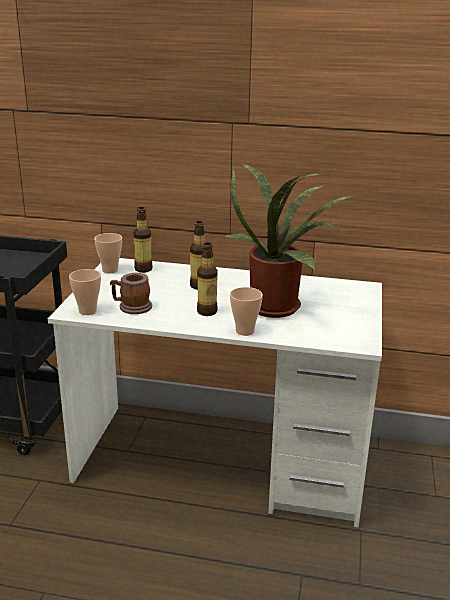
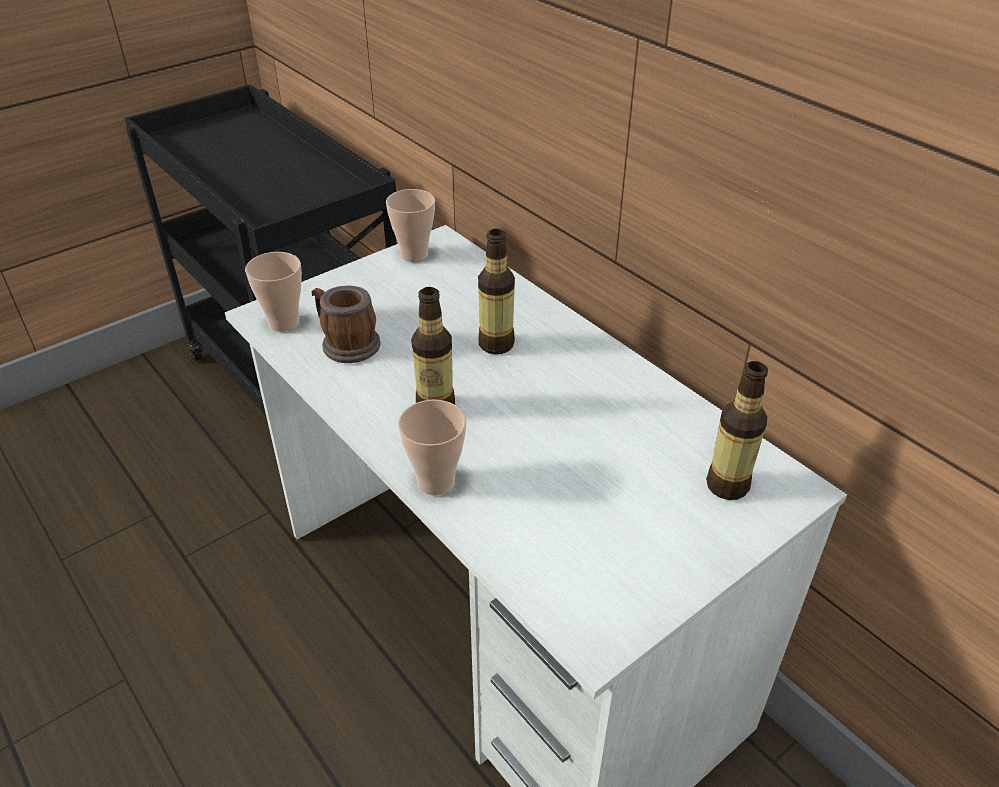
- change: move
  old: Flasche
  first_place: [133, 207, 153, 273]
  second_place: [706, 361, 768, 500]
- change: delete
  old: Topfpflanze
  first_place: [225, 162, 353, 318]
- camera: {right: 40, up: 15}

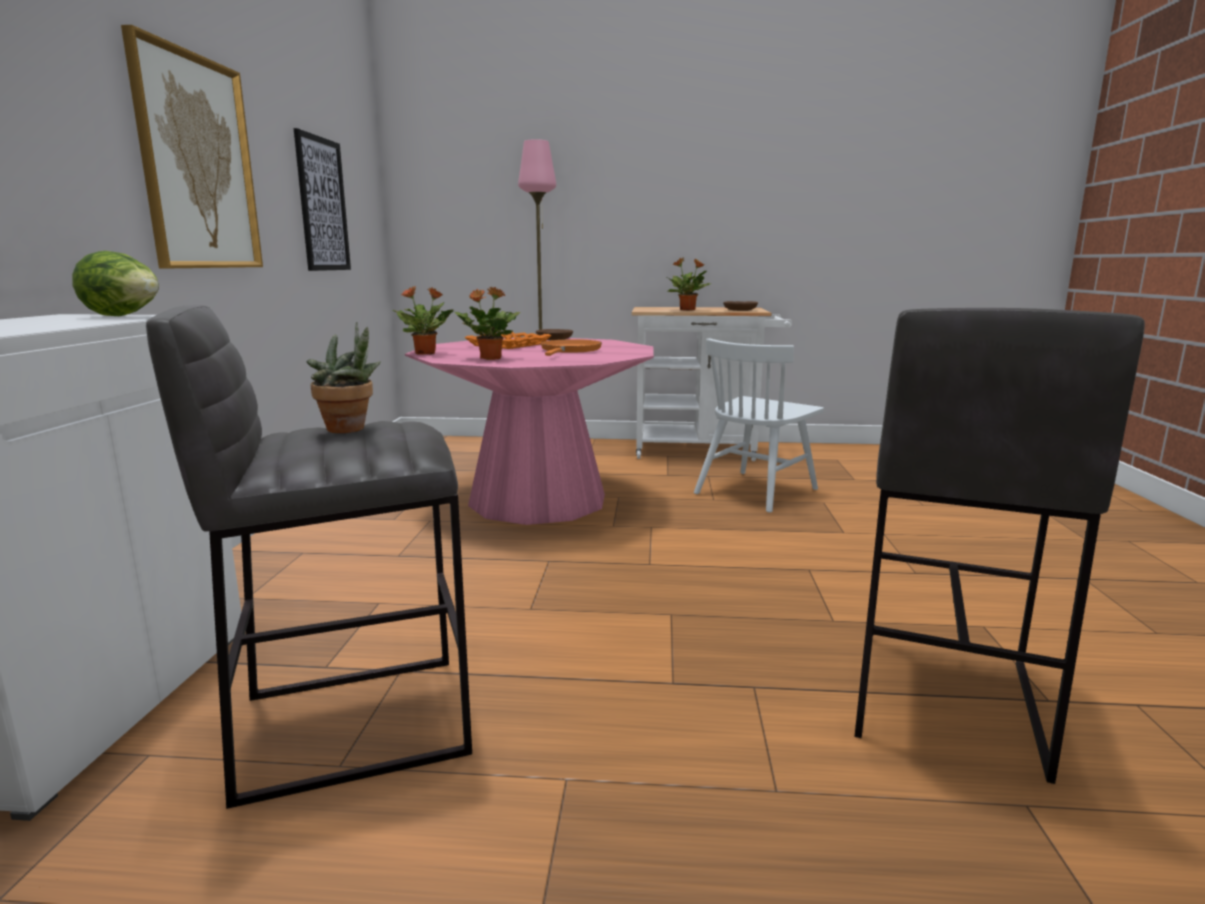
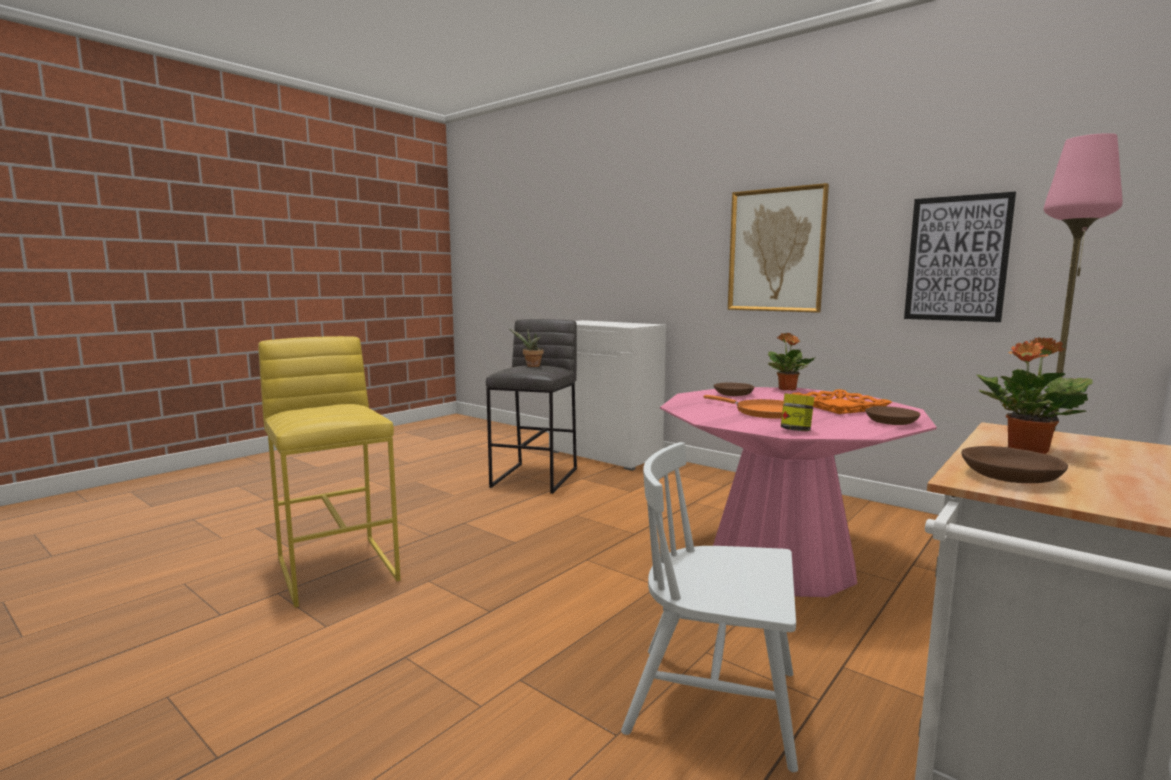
- change: delete
  old: Salatkopf
  first_place: [72, 251, 159, 316]
- change: replace
  old: Topfpflanze
  new: Schüssel/braun
  first_place: [455, 287, 520, 360]
  second_place: [714, 383, 754, 396]
- change: rotate
  old: Stuhl/weiß
  first_place: [694, 338, 824, 513]
  second_place: [621, 442, 798, 772]
  degrees: -60
- change: recolor
  old: Hocker/grau
  new: Hocker/gelb
  first_place: [855, 308, 1145, 784]
  second_place: [258, 336, 401, 608]
- change: insert
  new: Vorratsglas
  second_place: [781, 393, 814, 431]
- camera: {right: 125, up: -5}

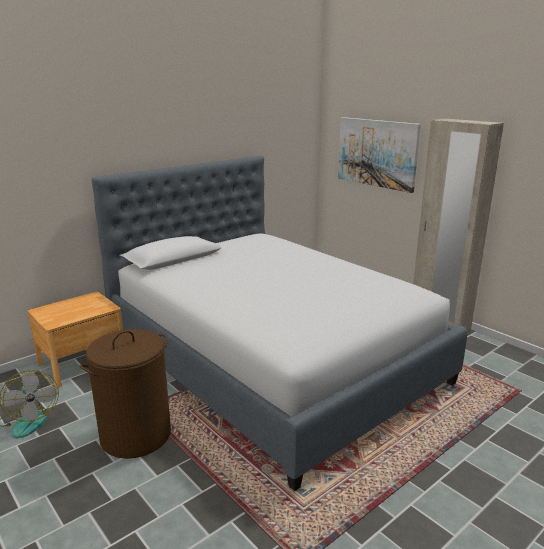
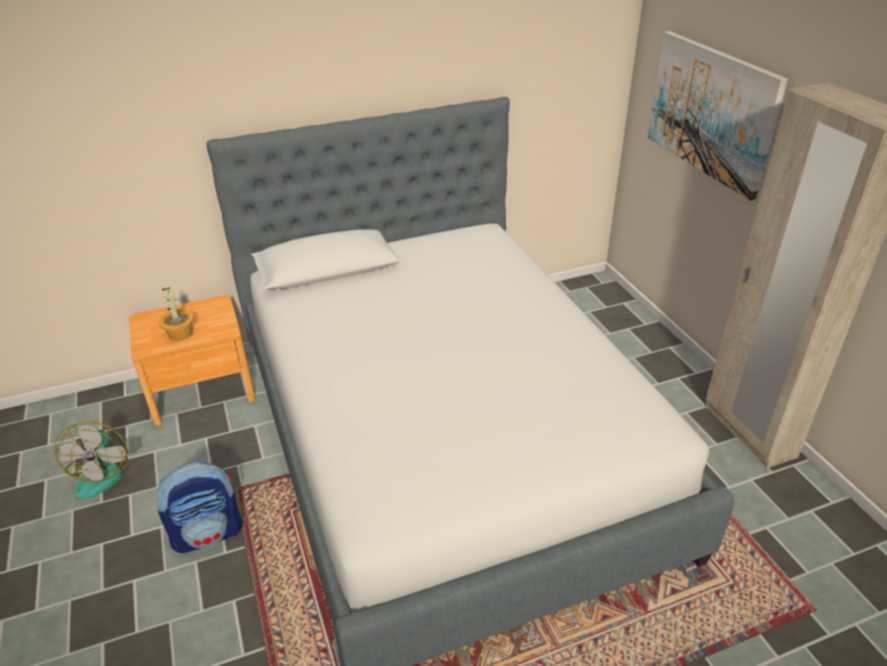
- change: replace
  old: Wäschekorb/braun
  new: Rucksack
  first_place: [80, 329, 171, 459]
  second_place: [156, 461, 243, 553]
- change: insert
  new: Topfpflanze
  second_place: [159, 287, 194, 341]
- camera: {right: 20, up: 15}

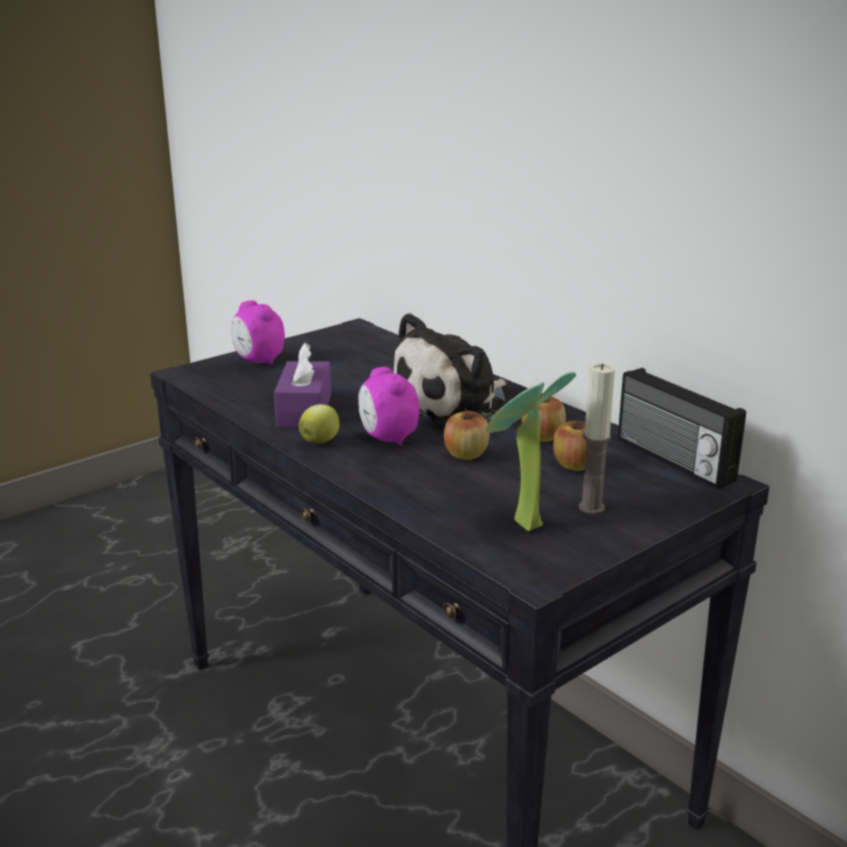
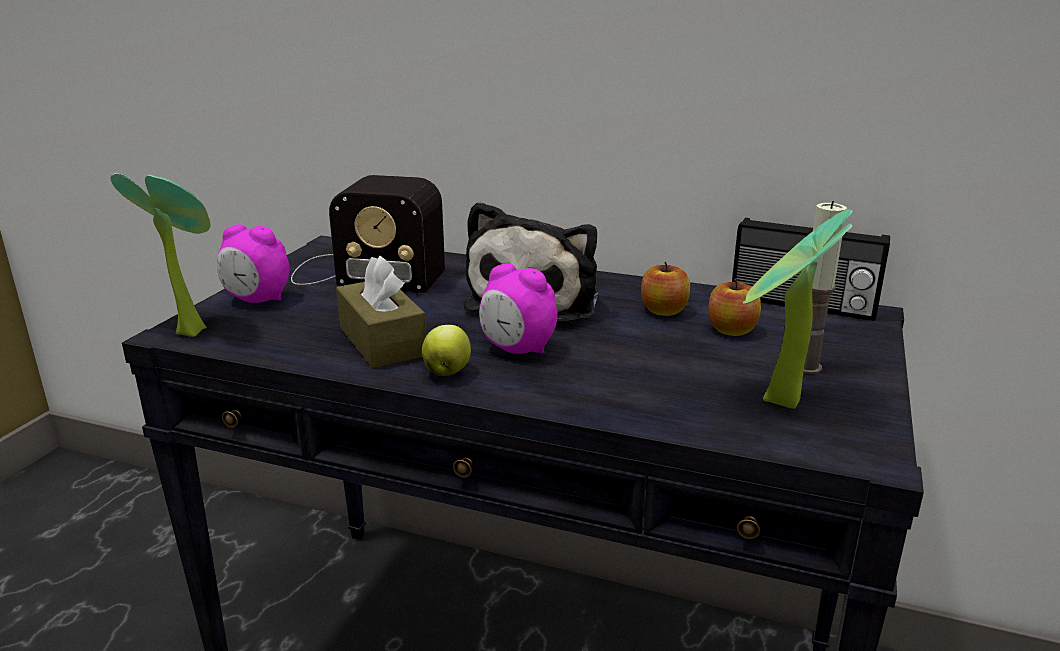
- change: recolor
  old: Taschentuchbox/lila
  new: Taschentuchbox/braun
  first_place: [274, 342, 331, 427]
  second_place: [336, 255, 427, 368]
- change: delete
  old: Apfel
  first_place: [444, 409, 489, 460]
- change: insert
  new: Topfpflanze
  second_place: [111, 173, 210, 337]
- change: insert
  new: Radio
  second_place: [291, 175, 445, 293]
- camera: {right: -30, up: 0}

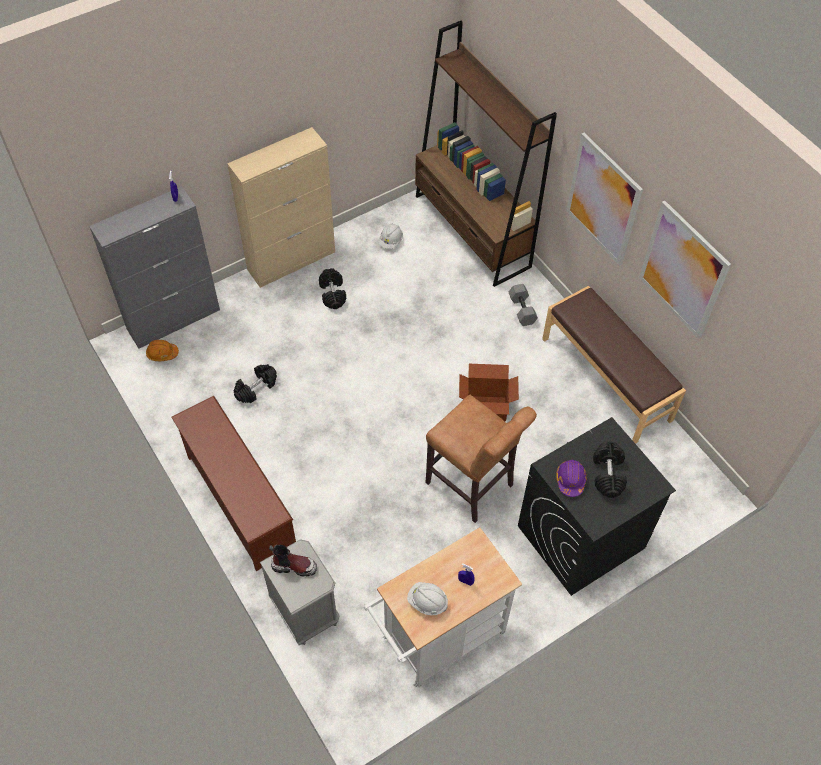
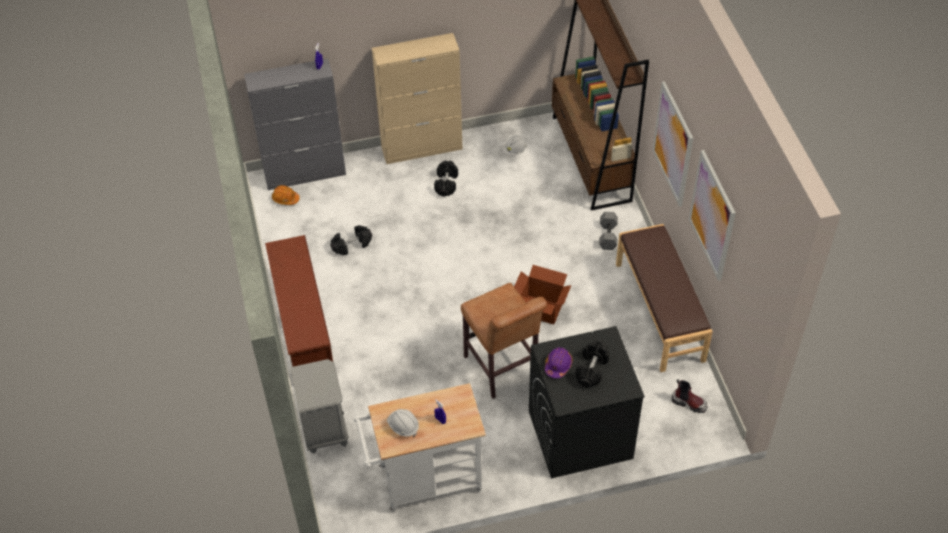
- change: move
  old: Stiefel
  first_place: [269, 545, 317, 576]
  second_place: [672, 379, 707, 413]
- camera: {right: 20, up: -5}

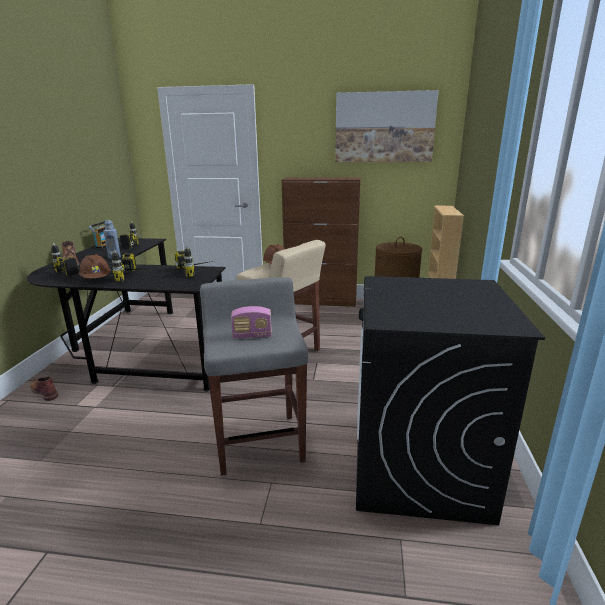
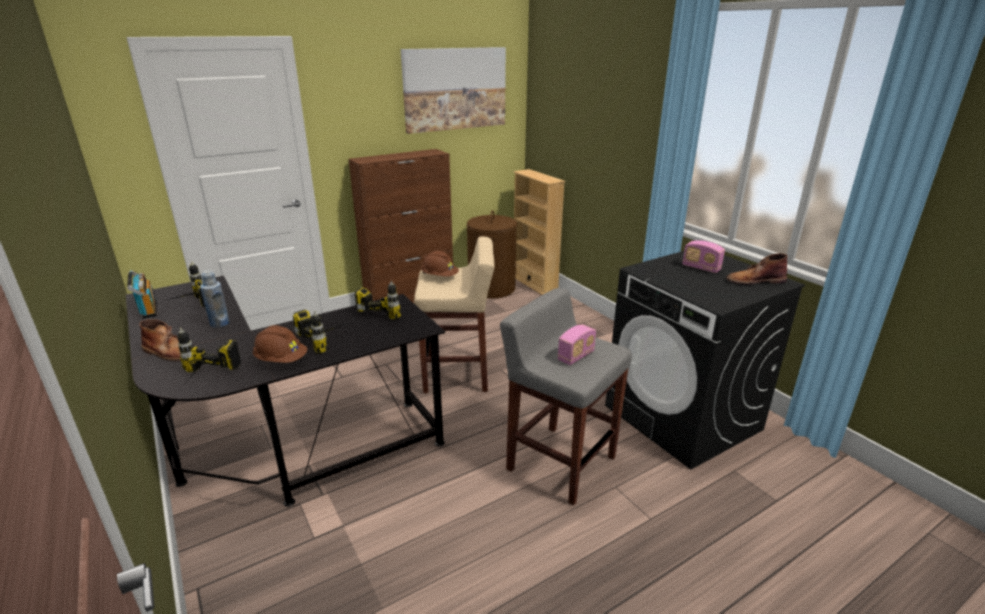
- change: move
  old: Stiefel/braun
  first_place: [30, 376, 59, 401]
  second_place: [726, 253, 788, 285]
- change: insert
  new: Radio
  second_place: [682, 240, 725, 273]
- camera: {right: -40, up: 5}

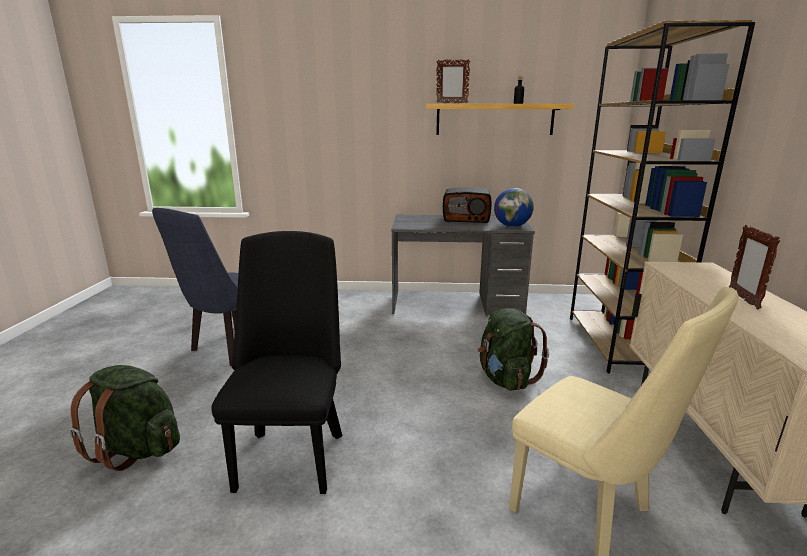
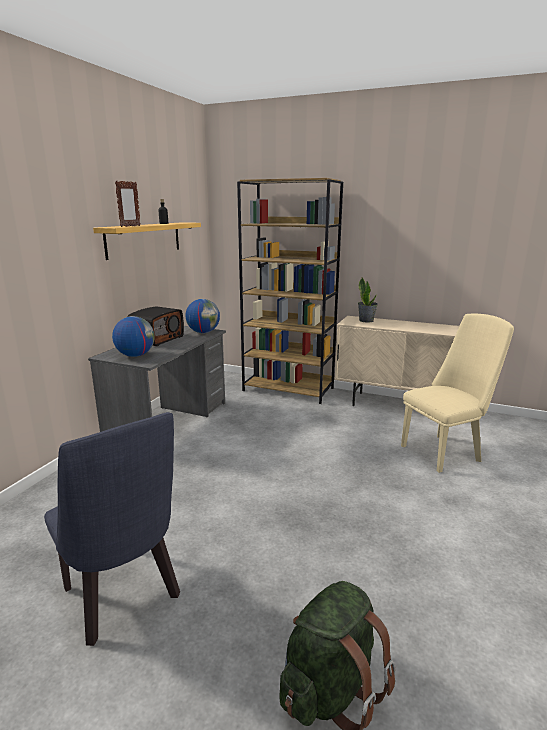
- change: delete
  old: Stuhl/schwarz
  first_place: [211, 231, 342, 494]
- change: delete
  old: Rucksack/grün
  first_place: [478, 308, 549, 391]
- change: delete
  old: Bilderrahmen
  first_place: [729, 225, 780, 309]
- change: insert
  new: Globus
  second_place: [112, 316, 155, 357]
- change: insert
  new: Topfpflanze
  second_place: [358, 278, 378, 323]
- camera: {right: -70, up: 0}

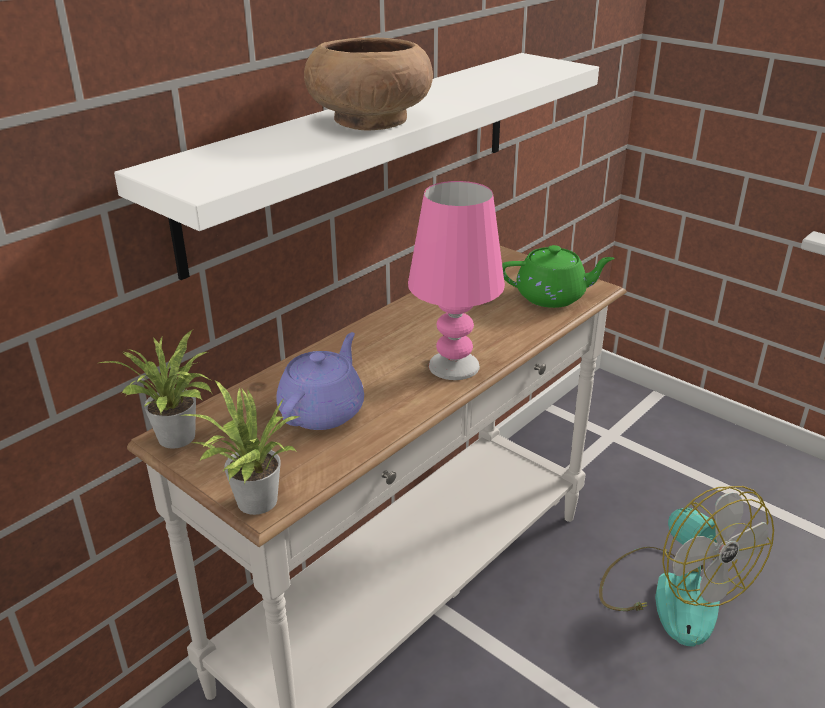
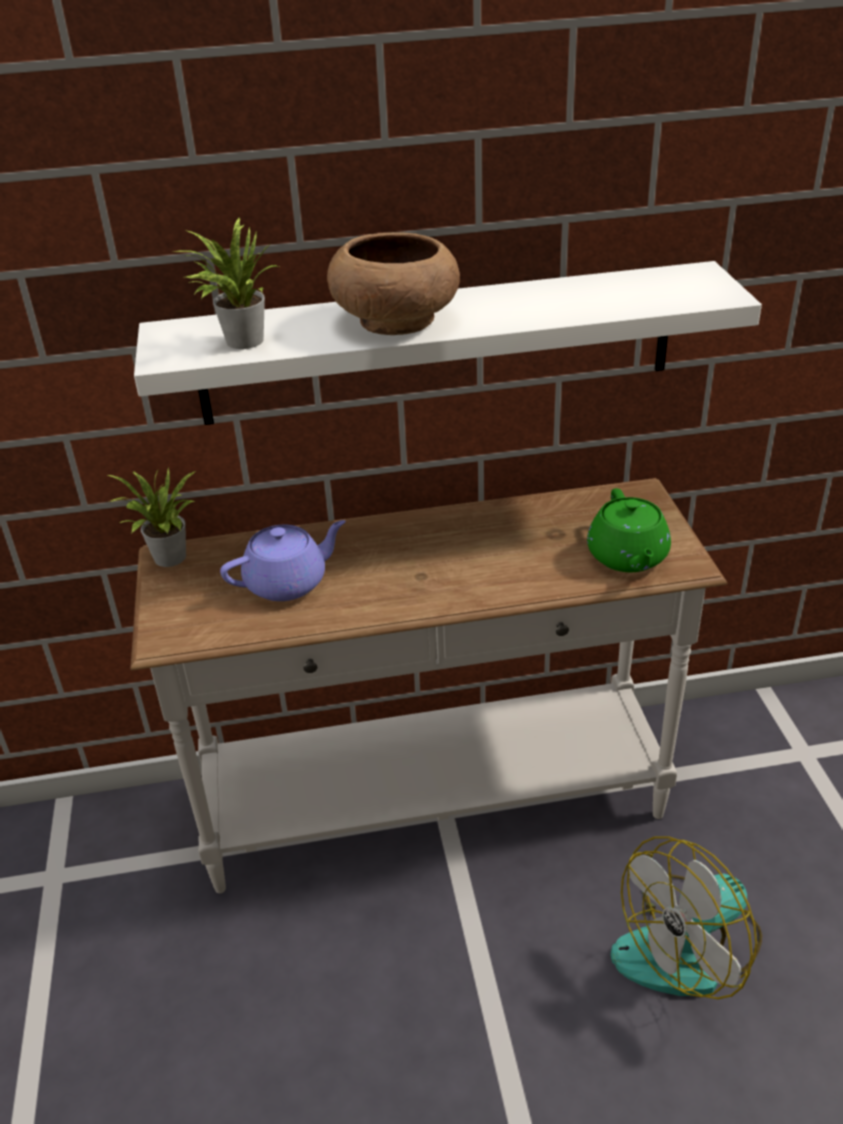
- change: move
  old: Topfpflanze
  first_place: [182, 380, 299, 515]
  second_place: [173, 218, 279, 349]
- change: delete
  old: Tischlampe/rosa
  first_place: [408, 181, 505, 380]
- change: rotate
  old: Teekanne/grün
  first_place: [502, 245, 615, 308]
  second_place: [587, 488, 671, 572]
  degrees: 45
- change: rotate
  old: Ventilator
  first_place: [599, 486, 774, 646]
  second_place: [611, 836, 762, 999]
  degrees: 45
- camera: {right: 40, up: 5}

